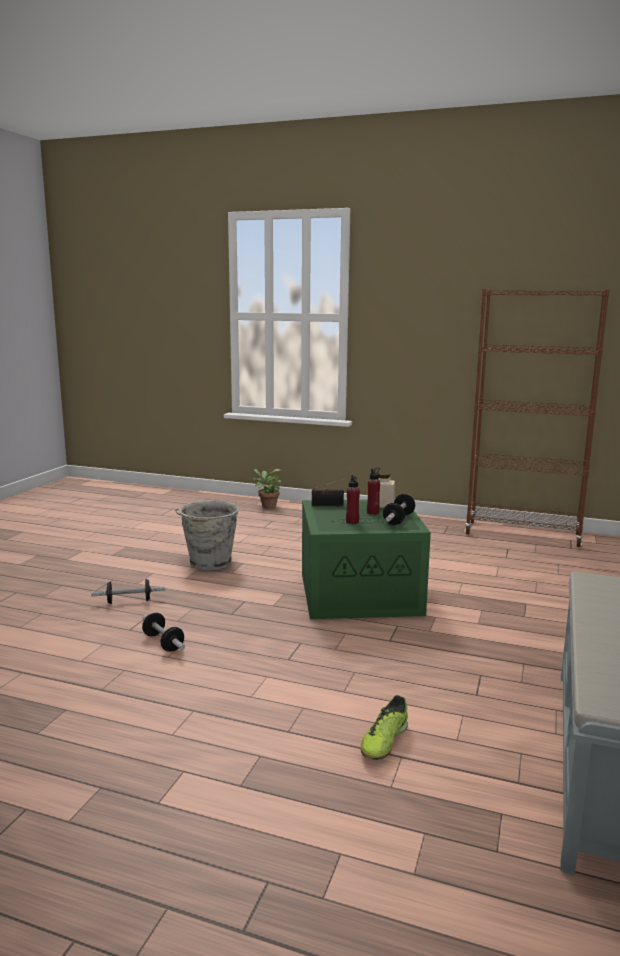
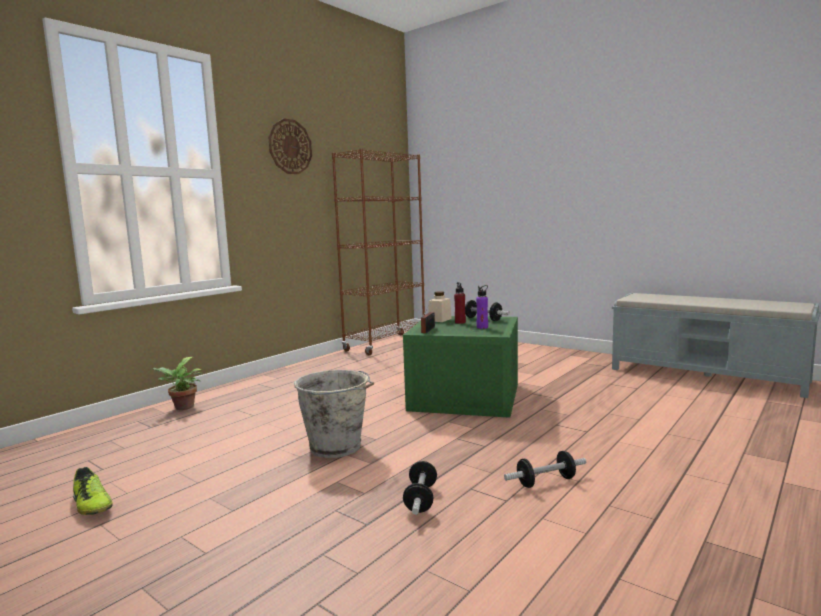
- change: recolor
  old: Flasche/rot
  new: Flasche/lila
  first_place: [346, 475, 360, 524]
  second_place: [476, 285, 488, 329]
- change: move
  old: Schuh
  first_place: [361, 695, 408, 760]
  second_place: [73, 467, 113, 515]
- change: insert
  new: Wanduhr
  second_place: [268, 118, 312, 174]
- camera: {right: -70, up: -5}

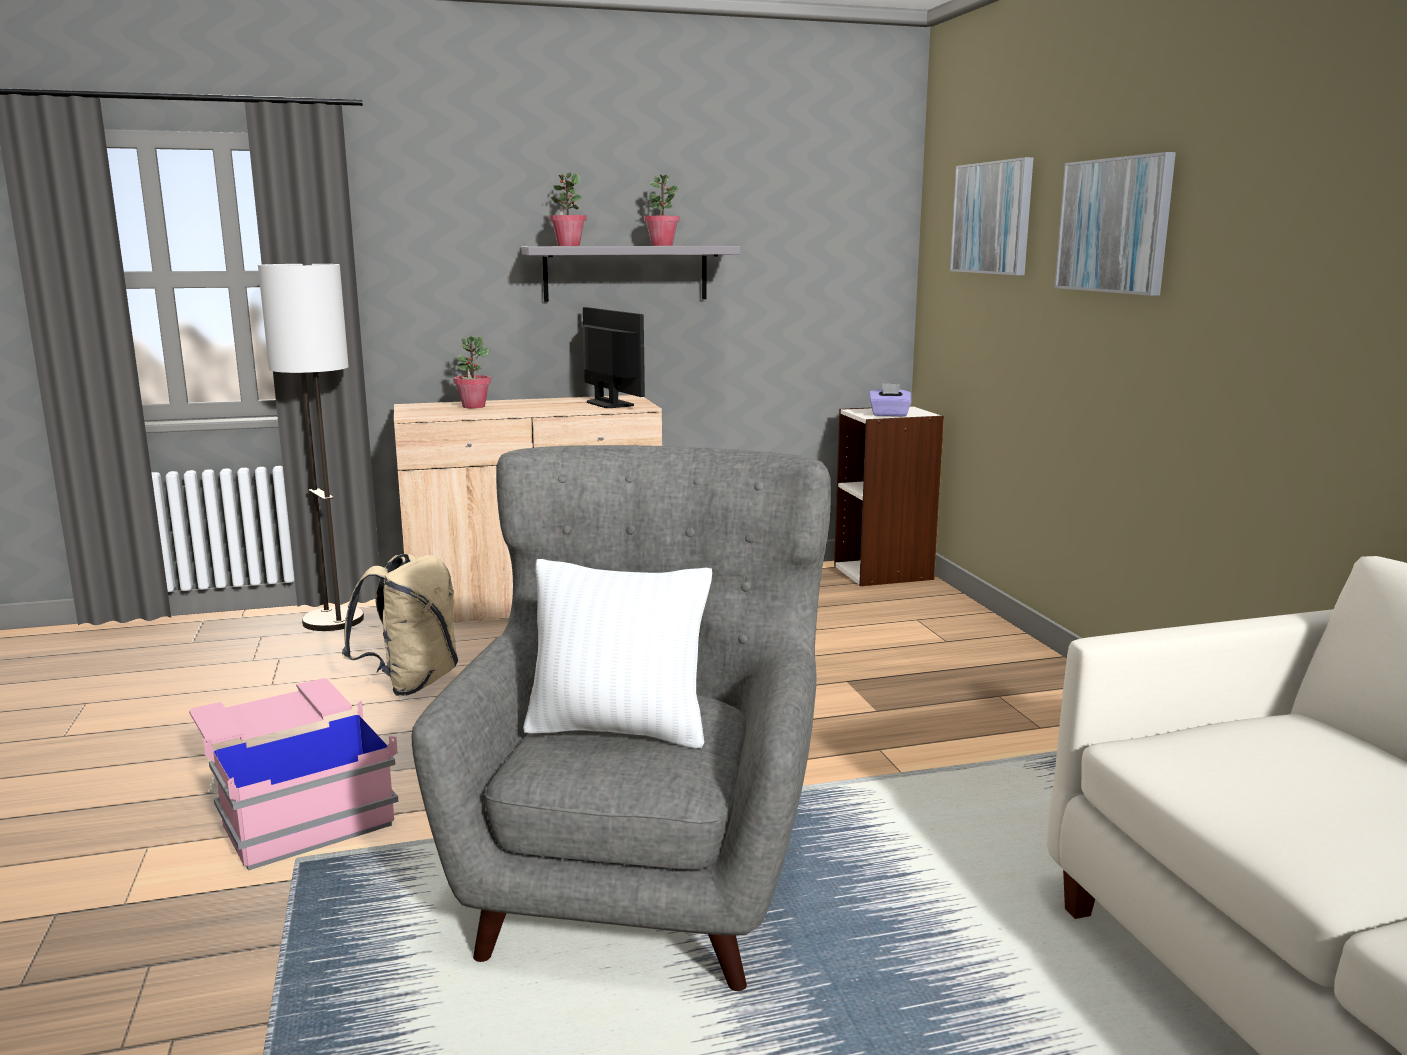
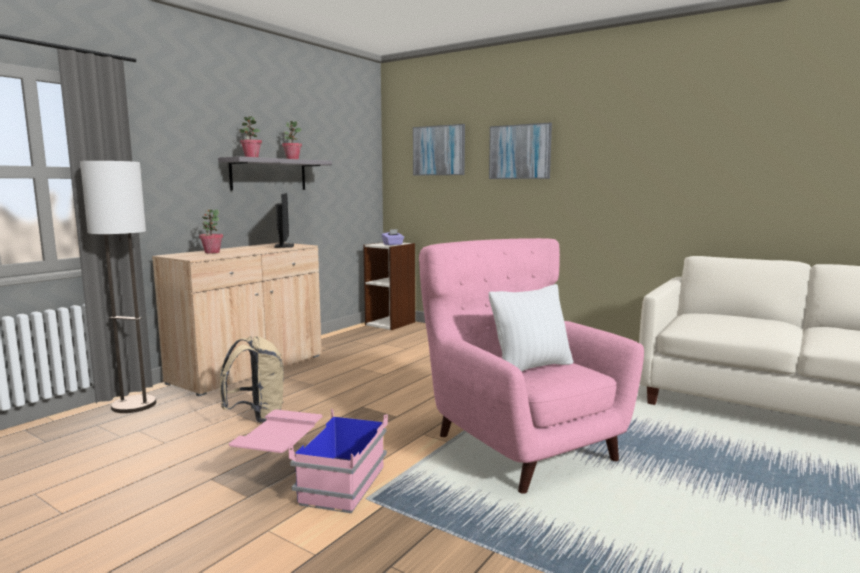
- change: recolor
  old: Sessel/grau
  new: Sessel/rosa
  first_place: [412, 445, 831, 991]
  second_place: [419, 238, 644, 494]
- change: rotate
  old: Monitor
  first_place: [583, 307, 645, 408]
  second_place: [274, 193, 294, 248]
  degrees: 60
- camera: {right: -40, up: -5}

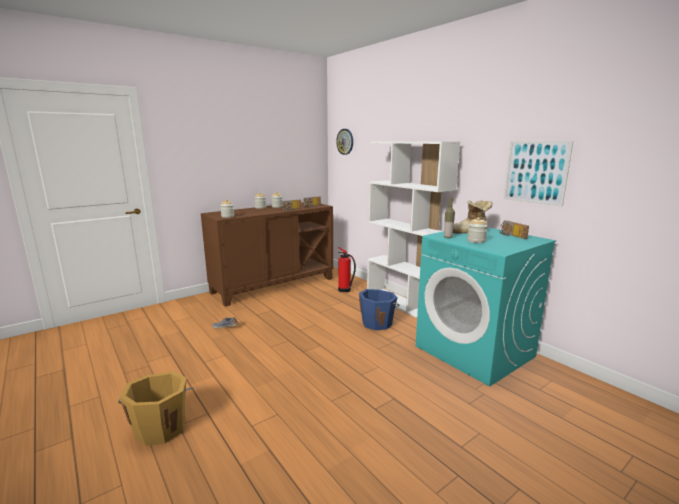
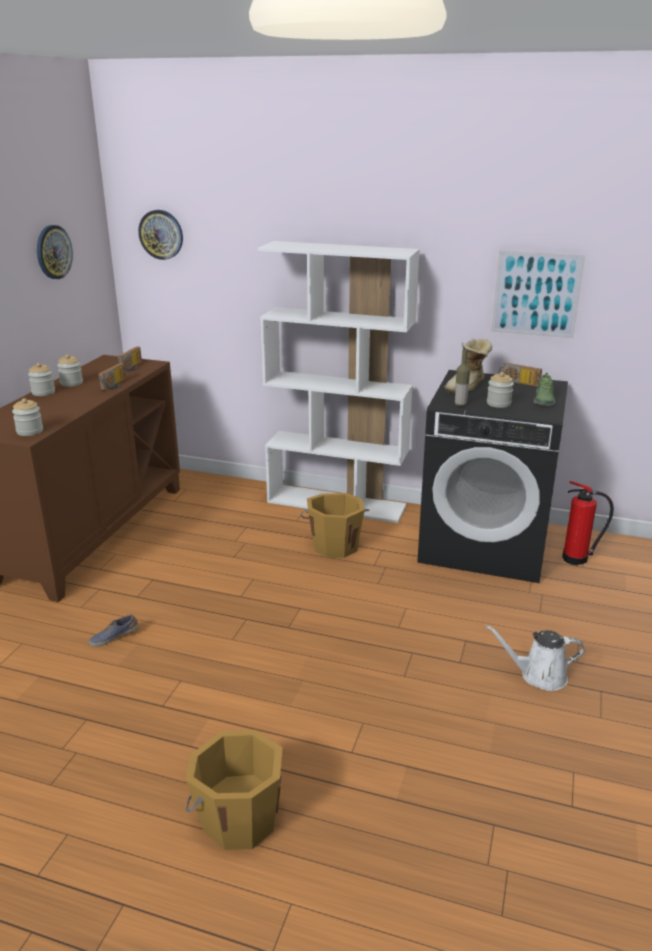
- change: move
  old: Feuerlöscher
  first_place: [338, 247, 356, 293]
  second_place: [562, 481, 614, 565]
- change: recolor
  old: Eimer/blau
  new: Eimer/orange
  first_place: [359, 289, 400, 330]
  second_place: [300, 493, 370, 558]
- change: recolor
  old: Waschmaschine/türkis
  new: Waschmaschine/schwarz
  first_place: [416, 227, 556, 387]
  second_place: [417, 370, 568, 583]
- change: insert
  new: Wanduhr
  second_place: [37, 225, 73, 279]
- change: insert
  new: Gießkanne/weiß
  second_place: [485, 625, 584, 691]
- change: insert
  new: Schuh
  second_place: [534, 373, 555, 406]
- camera: {right: -35, up: 10}

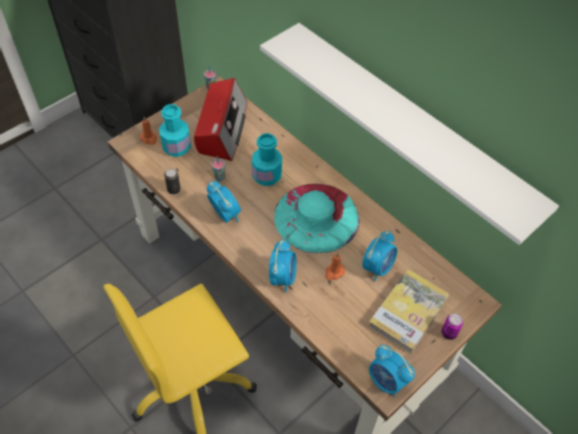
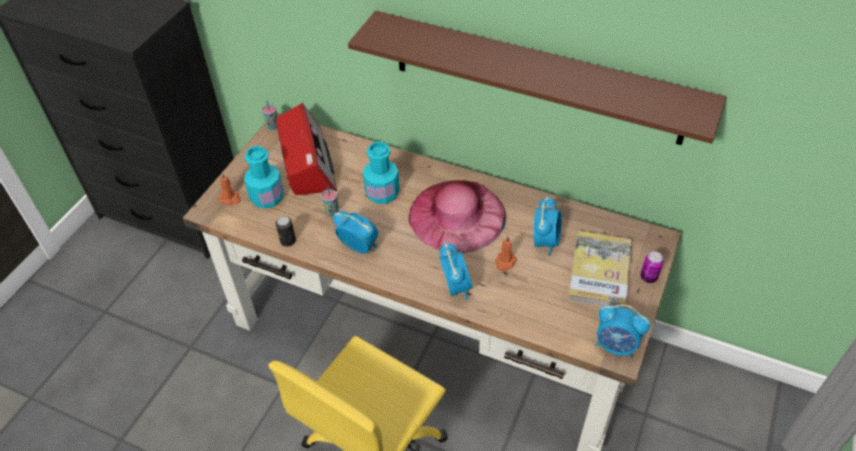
- change: recolor
  old: Wandregal/weiß
  new: Wandregal/braun
  first_place: [260, 23, 559, 245]
  second_place: [348, 11, 727, 145]
- change: recolor
  old: Hut/türkis
  new: Hut/rosa
  first_place: [274, 184, 360, 253]
  second_place: [409, 180, 506, 253]
- camera: {right: -20, up: -5}

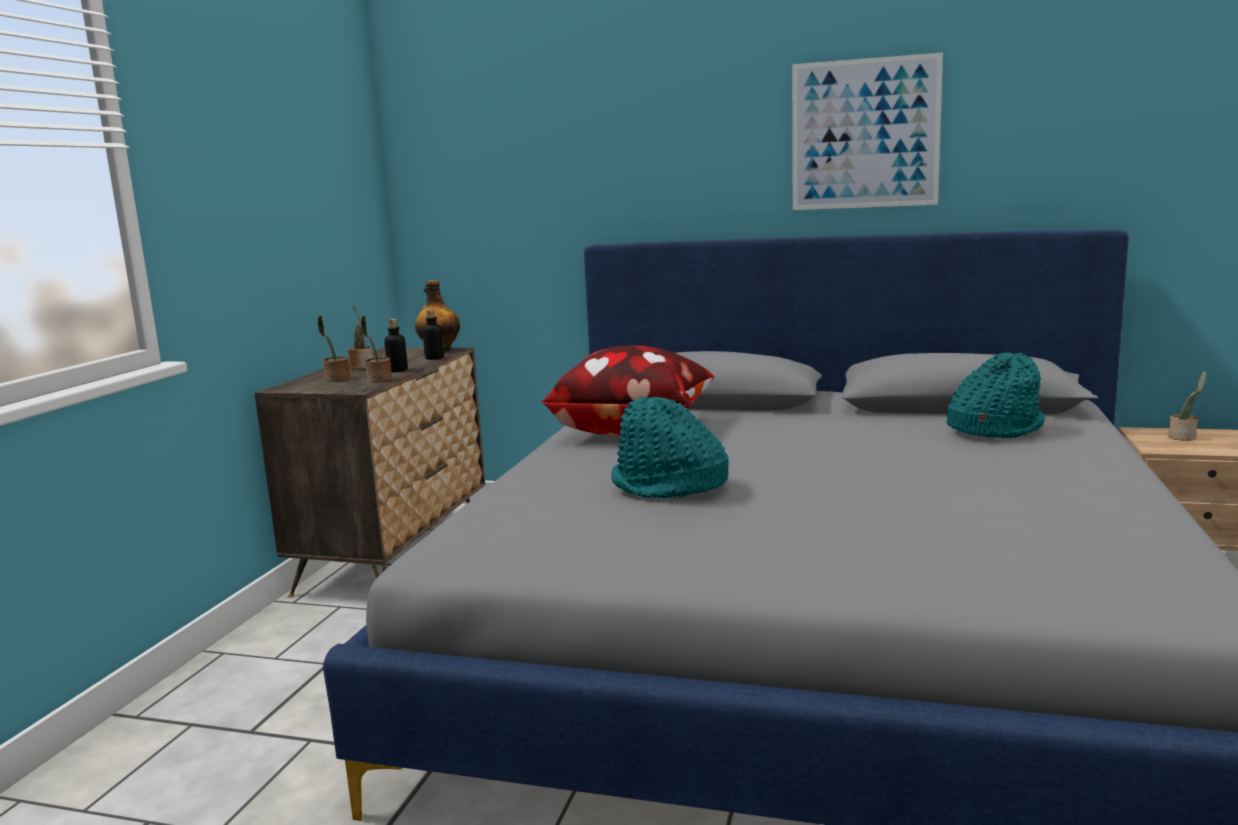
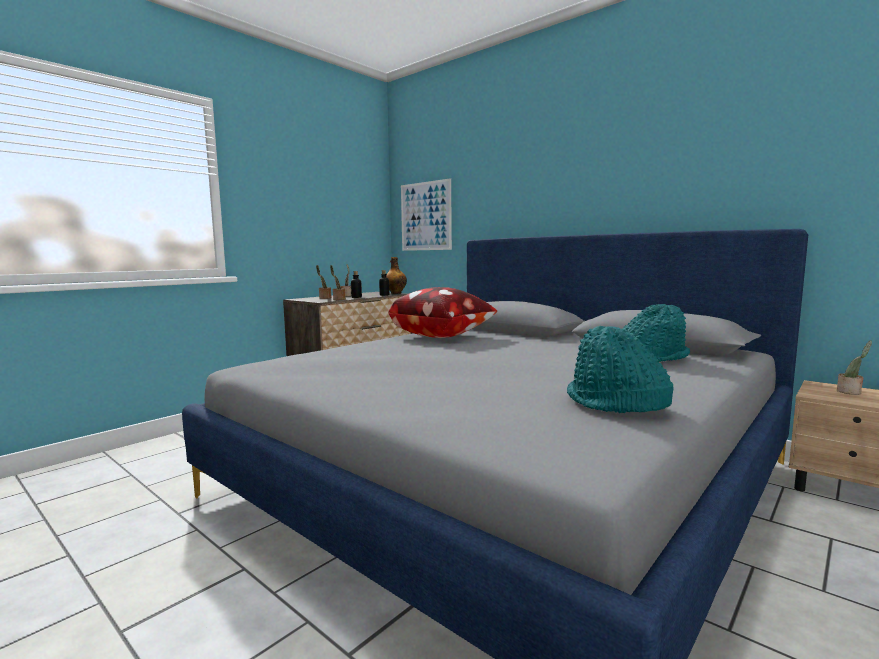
- change: move
  old: Hut/türkis
  first_place: [611, 397, 729, 498]
  second_place: [567, 326, 674, 413]
- change: move
  old: Bild
  first_place: [792, 53, 943, 210]
  second_place: [401, 178, 452, 251]
- camera: {right: 25, up: -5}

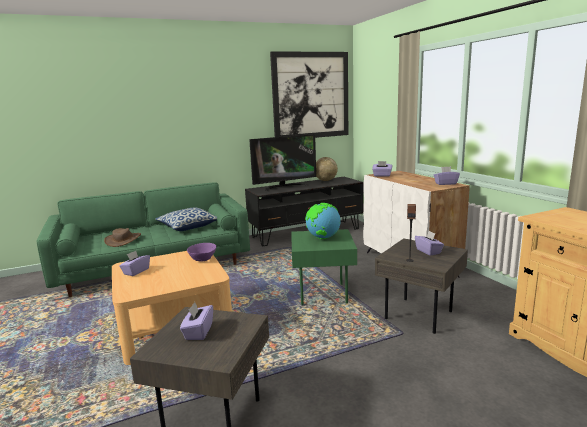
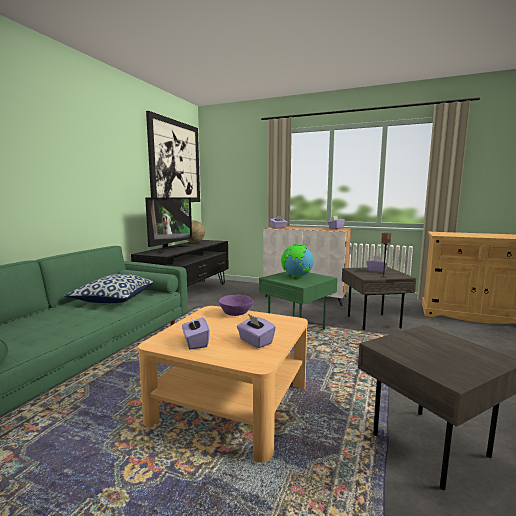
- change: delete
  old: Hut/braun
  first_place: [104, 228, 141, 247]
- change: move
  old: Taschentuchbox/lila
  first_place: [180, 302, 213, 340]
  second_place: [237, 314, 276, 348]
- camera: {right: -45, up: -5}

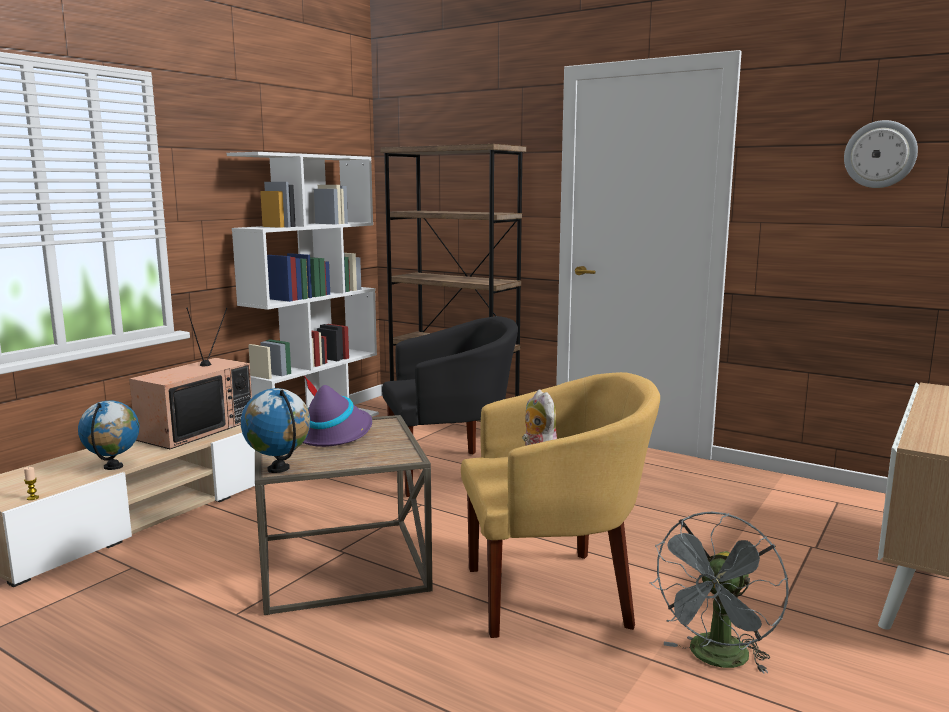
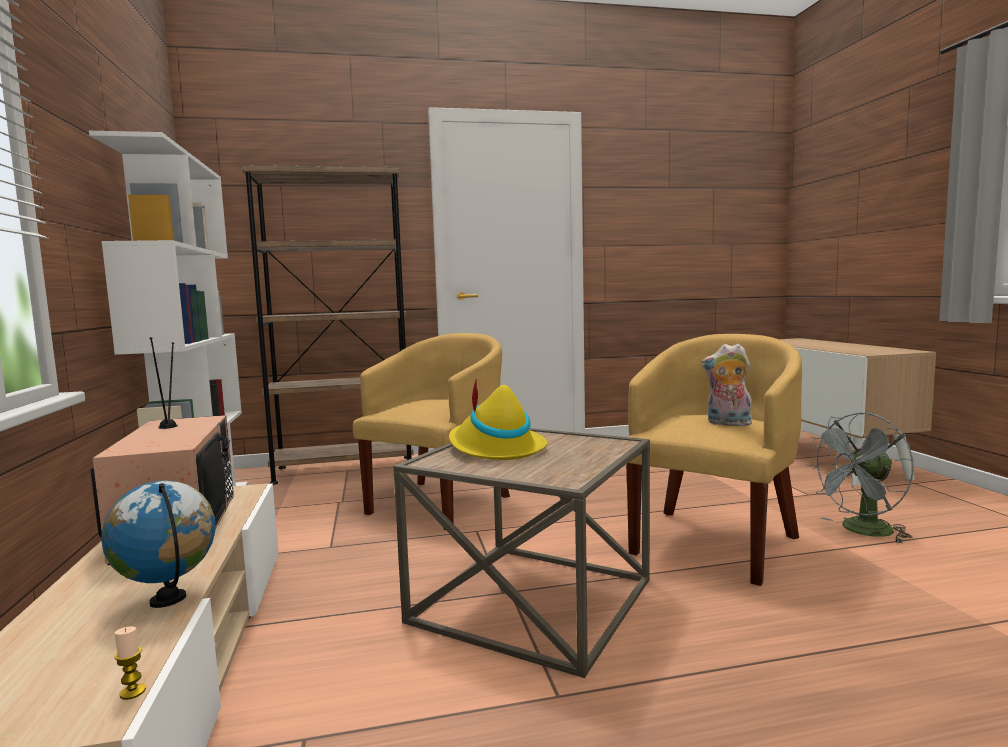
- change: delete
  old: Globus
  first_place: [241, 388, 310, 473]
- change: recolor
  old: Hut/lila
  new: Hut/gelb
  first_place: [303, 376, 372, 447]
  second_place: [449, 378, 547, 460]
- change: recolor
  old: Sessel/schwarz
  new: Sessel/gelb
  first_place: [382, 316, 518, 497]
  second_place: [353, 333, 510, 530]
- change: rotate
  old: Ventilator/grau
  first_place: [650, 512, 789, 674]
  second_place: [806, 413, 914, 544]
  degrees: 75
- change: delete
  old: Wanduhr
  first_place: [844, 120, 918, 188]
- camera: {right: -45, up: -5}

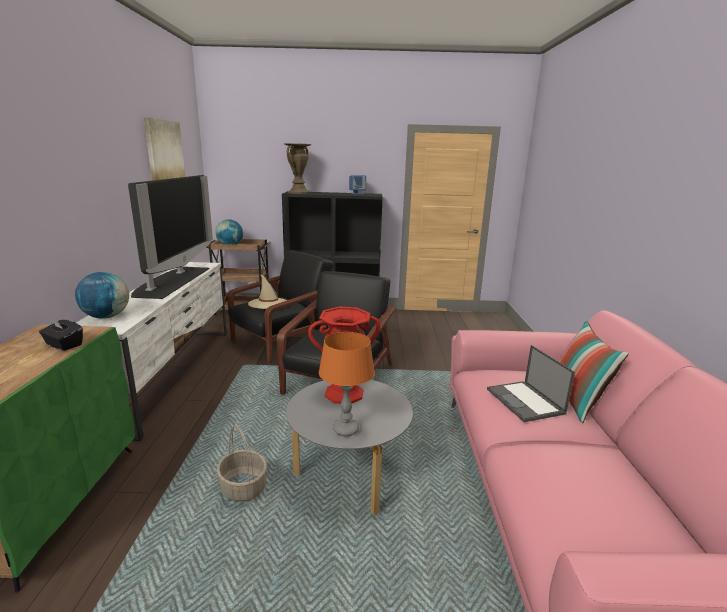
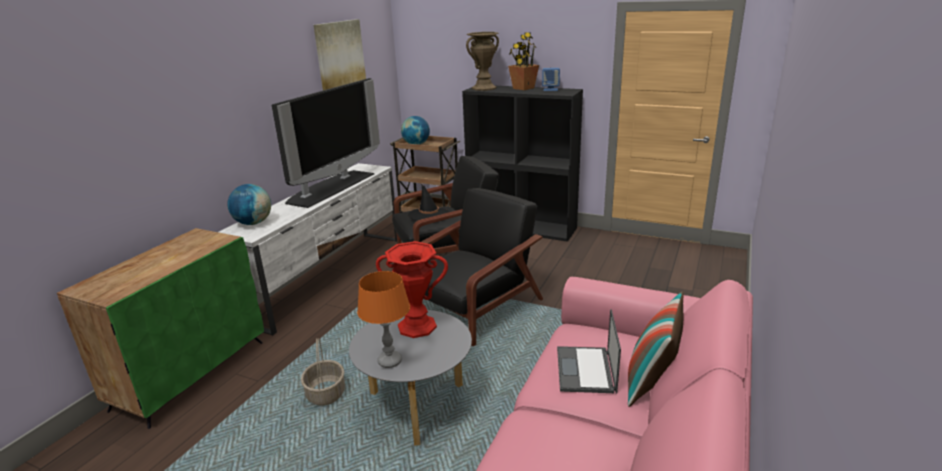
- change: delete
  old: Taschentuchbox/schwarz
  first_place: [39, 319, 83, 351]
- change: recolor
  old: Hut/beige
  new: Hut/schwarz
  first_place: [248, 274, 287, 309]
  second_place: [408, 184, 449, 221]
- change: insert
  new: Topfpflanze
  second_place: [508, 32, 539, 90]
- camera: {right: 25, up: 5}

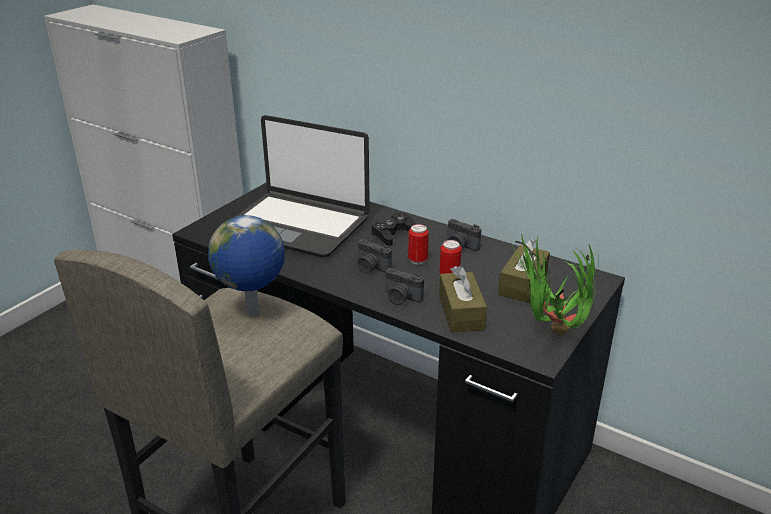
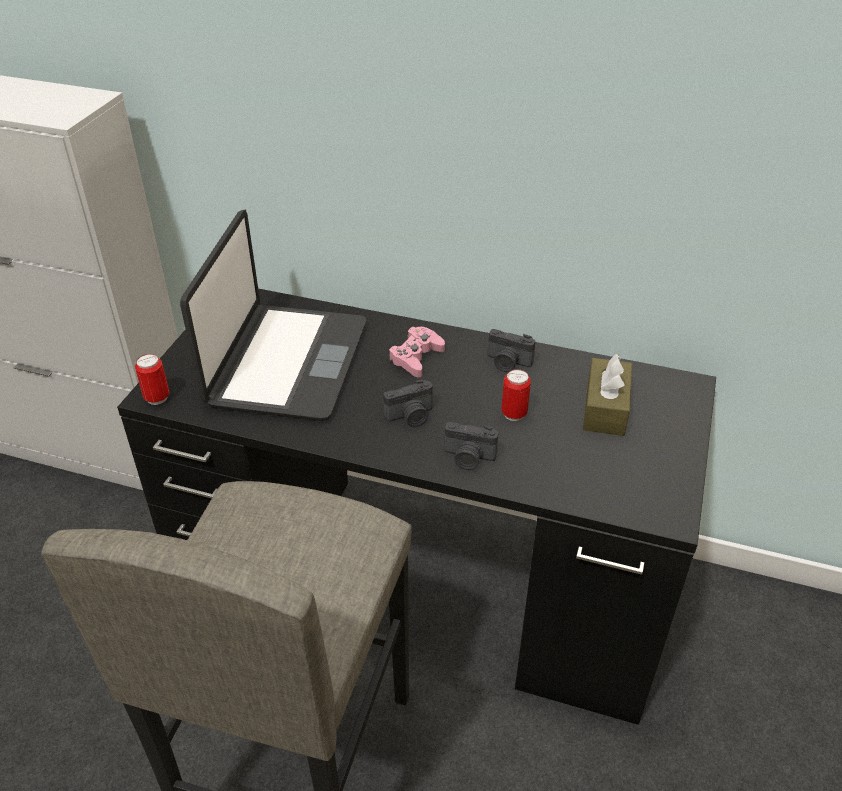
- change: delete
  old: Globus
  first_place: [208, 215, 285, 317]
- change: rotate
  old: Laptop
  first_place: [235, 115, 370, 258]
  second_place: [180, 210, 366, 421]
  degrees: -90
- change: rotate
  old: Kamera
  first_place: [357, 239, 392, 274]
  second_place: [383, 379, 433, 427]
  degrees: -45
- change: recolor
  old: Gamepad/schwarz
  new: Gamepad/rosa
  first_place: [371, 212, 416, 246]
  second_place: [389, 327, 445, 377]
- change: move
  old: Dose
  first_place: [408, 224, 429, 265]
  second_place: [135, 354, 169, 405]
- change: delete
  old: Taschentuchbox/braun
  first_place: [439, 266, 487, 332]
- change: delete
  old: Topfpflanze
  first_place: [512, 234, 599, 335]
- camera: {right: -15, up: 10}

